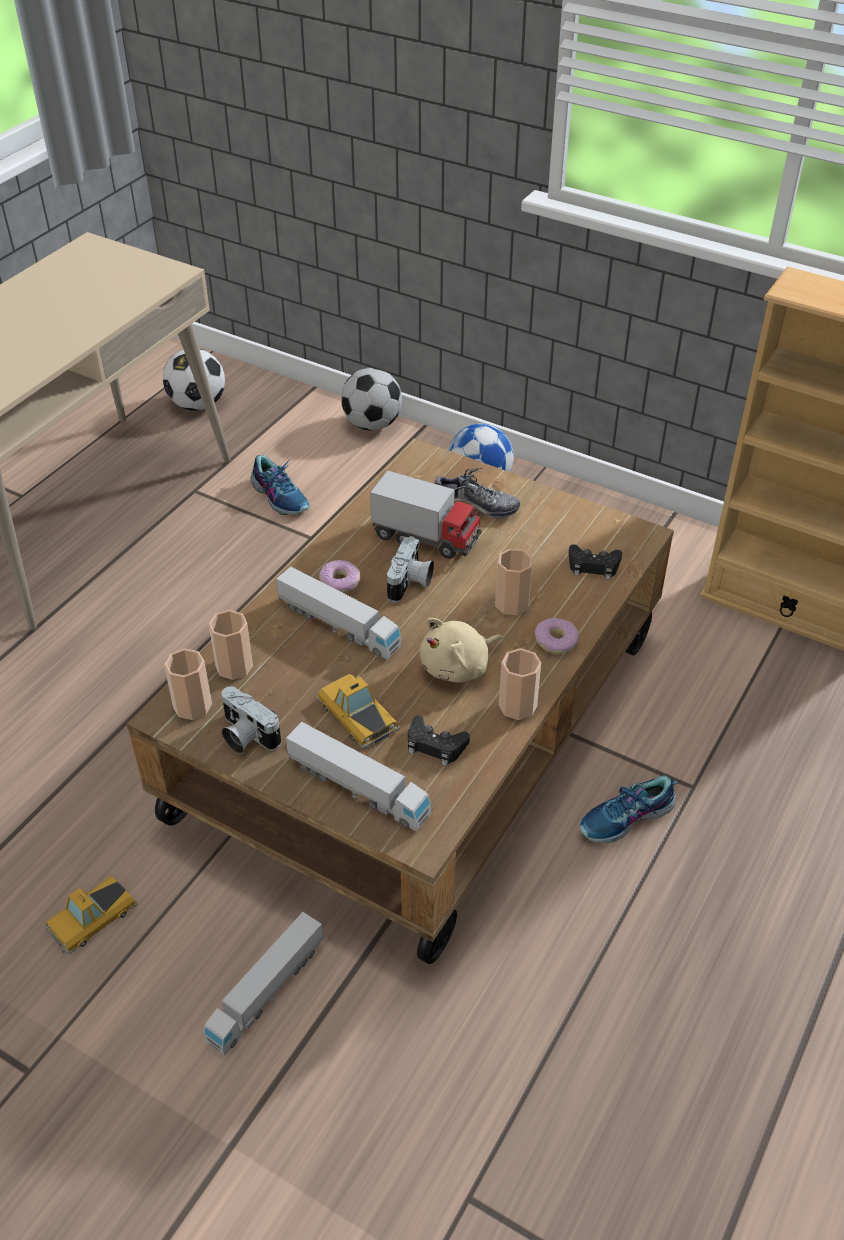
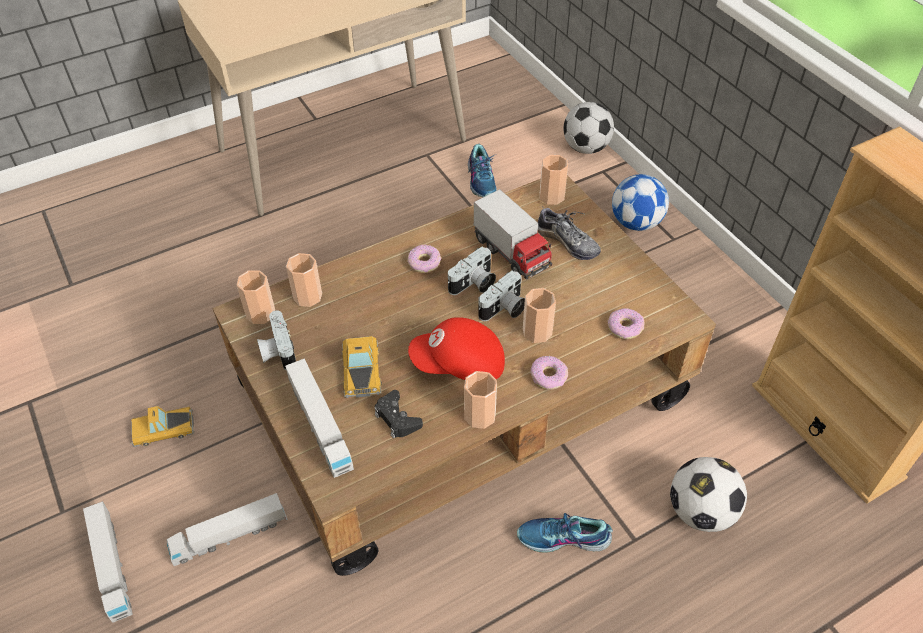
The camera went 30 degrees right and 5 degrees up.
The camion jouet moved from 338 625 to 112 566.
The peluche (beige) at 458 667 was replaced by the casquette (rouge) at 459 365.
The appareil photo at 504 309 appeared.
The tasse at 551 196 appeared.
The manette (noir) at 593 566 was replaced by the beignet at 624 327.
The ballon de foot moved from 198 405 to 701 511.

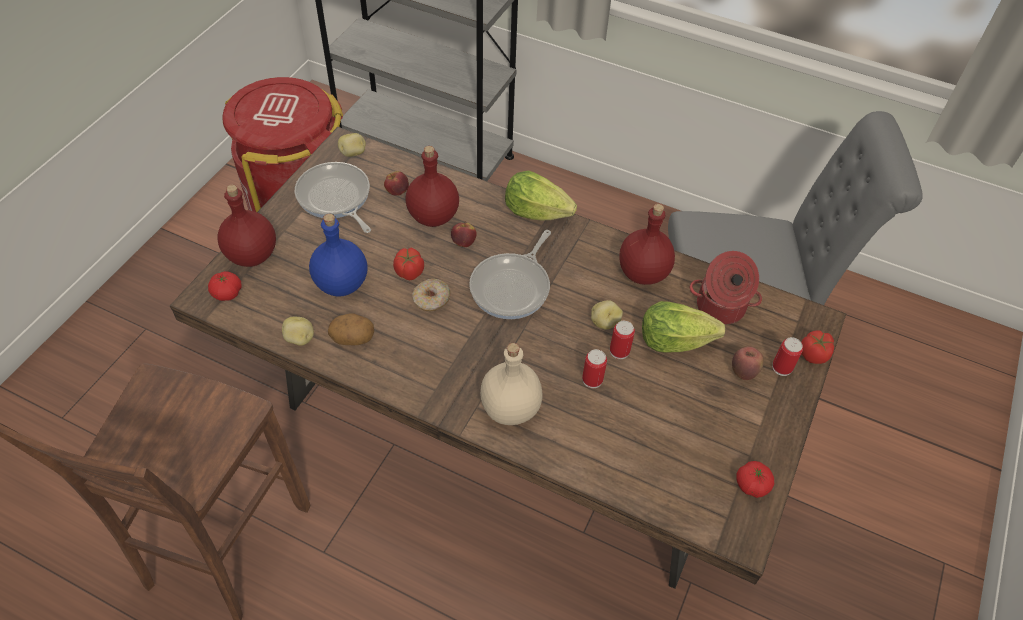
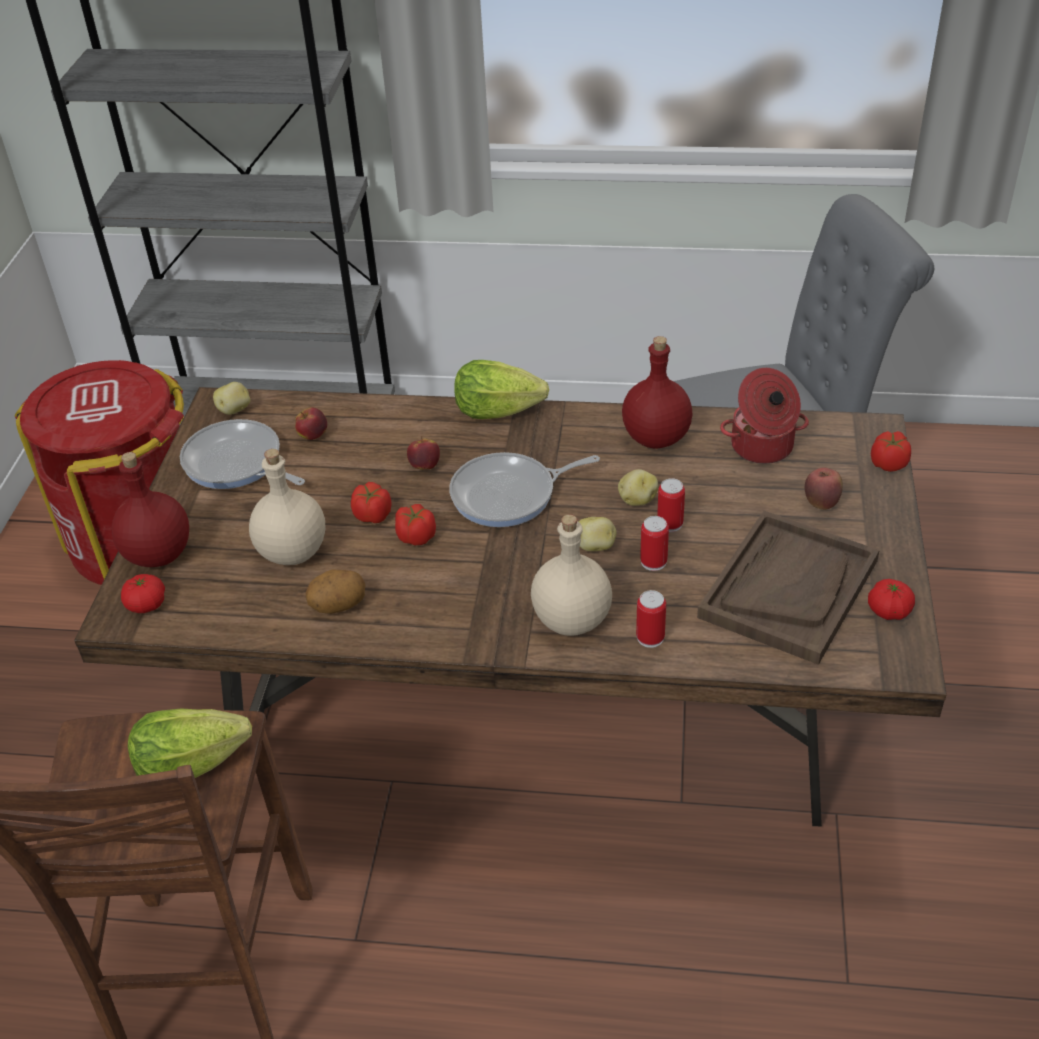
The camera went 15 degrees left and 10 degrees down.
The laitue moved from 673 340 to 190 764.
The bouteille (bleu) at 342 283 became the bouteille (beige) at 294 551.
The beignet at 431 300 was replaced by the tomate at 416 536.
The poêle at 513 287 turned 60 degrees clockwise.
The pomme de terre moved from 300 339 to 596 546.
The boîte métallique moved from 782 368 to 650 637.
The plateau (marron) at 788 588 appeared.
The bouteille (rouge) at 432 217 disappeared.

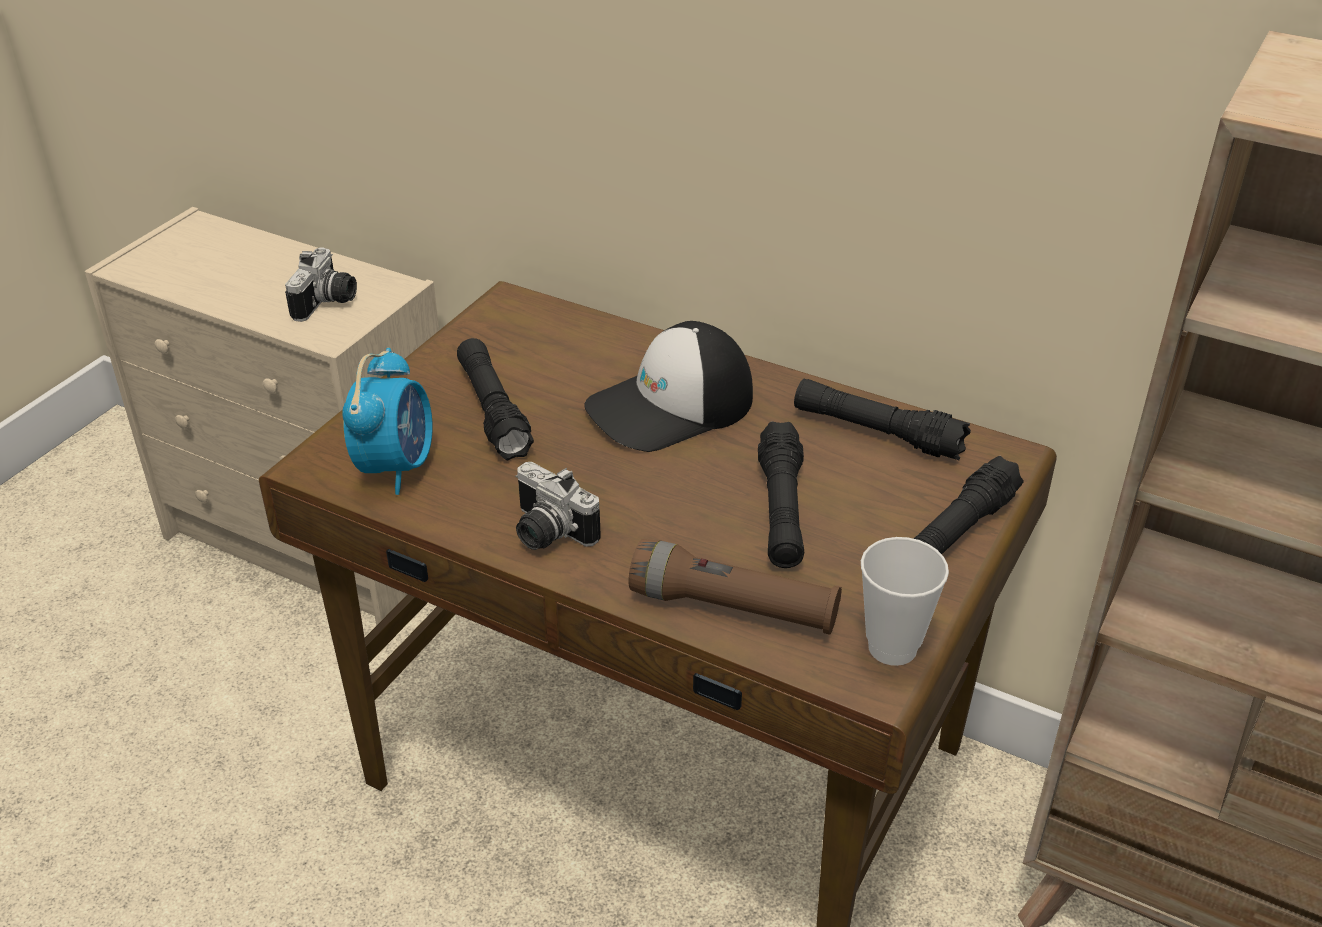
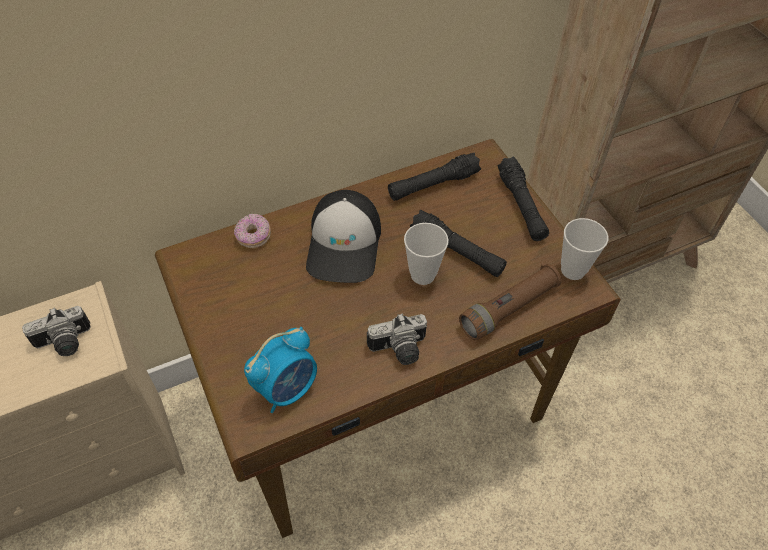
The camera went 55 degrees left and 15 degrees up.
The appareil photo at 328 303 turned 105 degrees clockwise.
The beignet at 253 236 appeared.
The réveil at 396 466 turned 90 degrees clockwise.
The tasse at 423 275 appeared.
The lampe de poche (noir) at 493 411 disappeared.

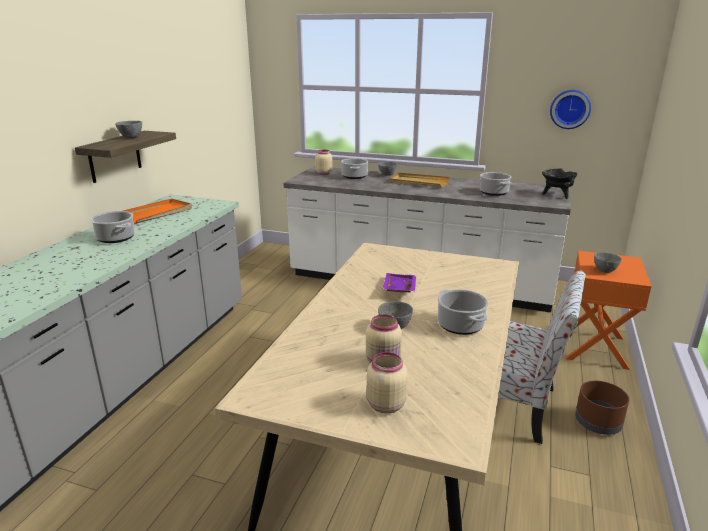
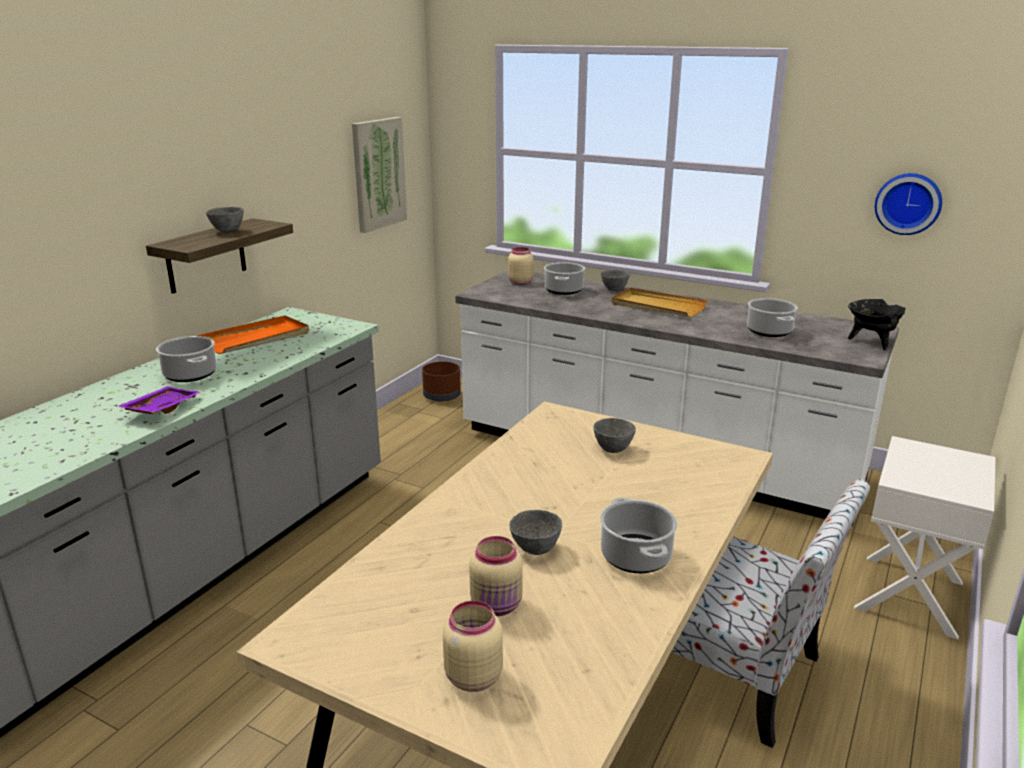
The camera went 10 degrees right and 0 degrees up.
The plateau (violet) moved from 398 289 to 161 409.
The tableau at 378 174 appeared.
The cache-pot (marron) moved from 597 422 to 442 396.
The bol (gris) moved from 604 270 to 612 449.
The table de chevet (orange) at 596 348 became the table de chevet (blanc) at 911 595.

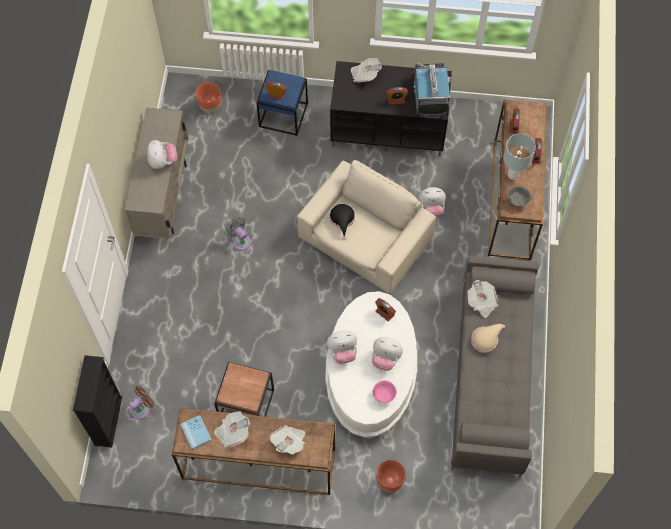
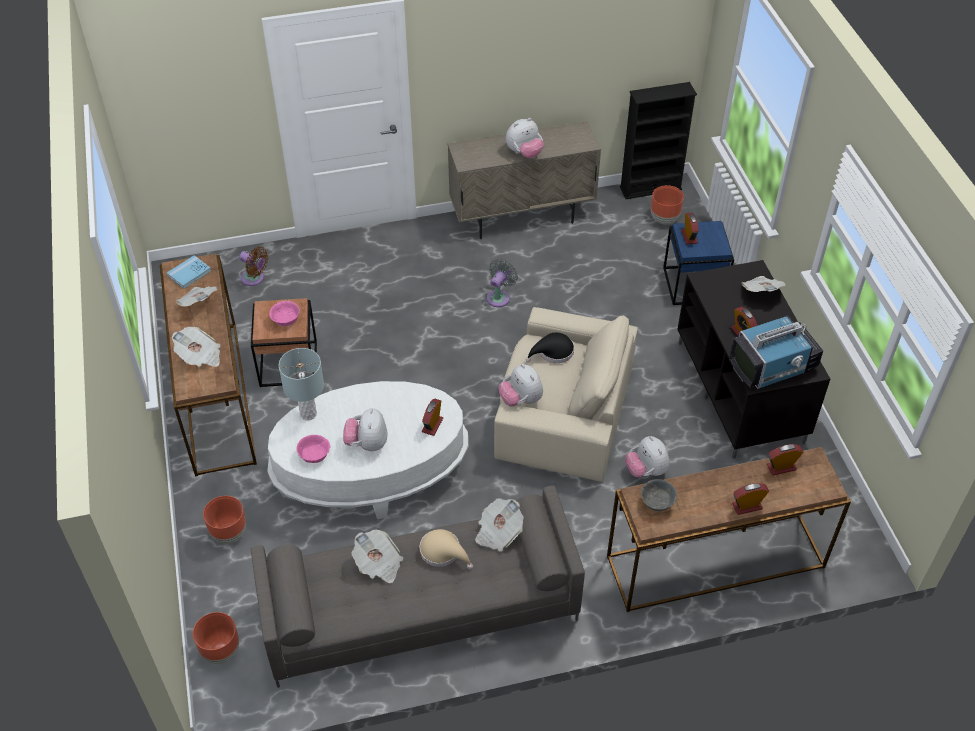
The camera went 70 degrees right and 15 degrees down.
The cache-pot (marron) at 220 651 appeared.
The bol (rose) at 286 320 appeared.
The lampe de table (gris) moved from 513 174 to 308 414.
The journal at 378 564 appeared.
The peluche moved from 342 352 to 521 400.
The bibliothèque (noir) moved from 108 420 to 650 188.

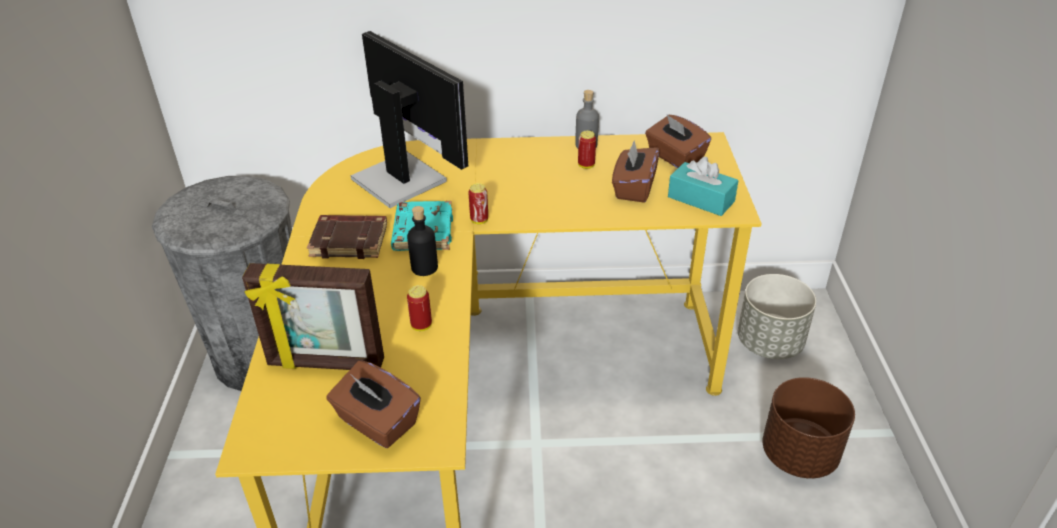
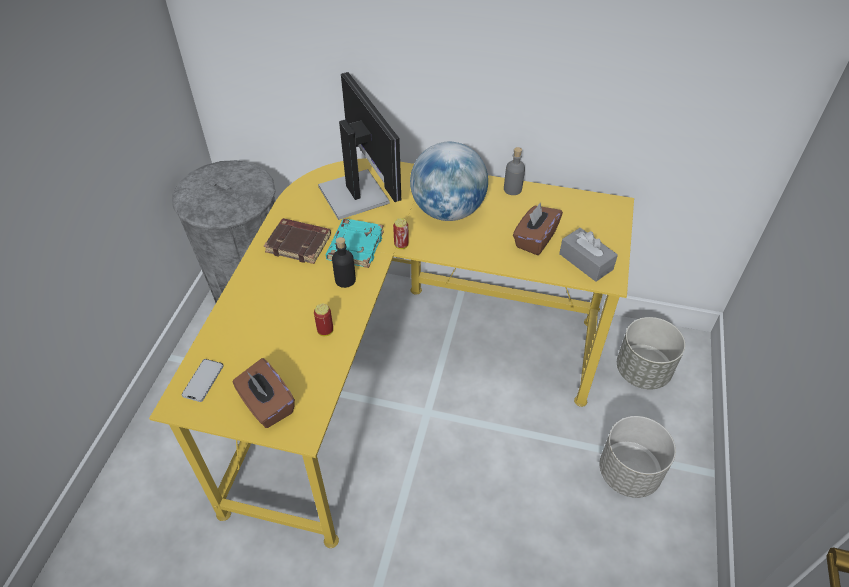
The camera went 15 degrees right and 10 degrees up.
The téléphone at 203 380 appeared.
The globe at 448 211 appeared.
The boîte à mouchoirs (turquoise) at 701 199 became the boîte à mouchoirs (gris) at 586 261.
The cache-pot (marron) at 798 454 became the cache-pot (gris) at 628 472.
The cadre photo at 325 364 disappeared.
The boîte métallique at 586 165 disappeared.
The boîte à mouchoirs (marron) at 675 157 disappeared.

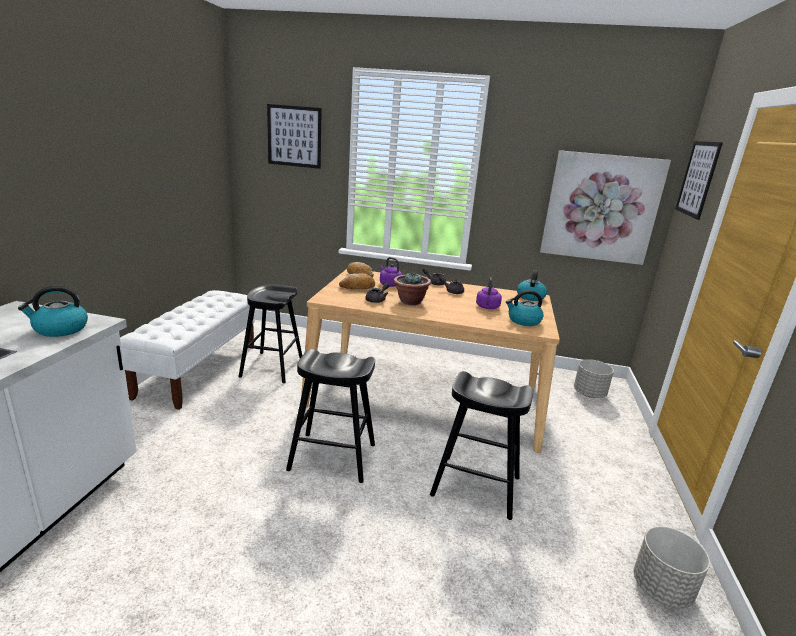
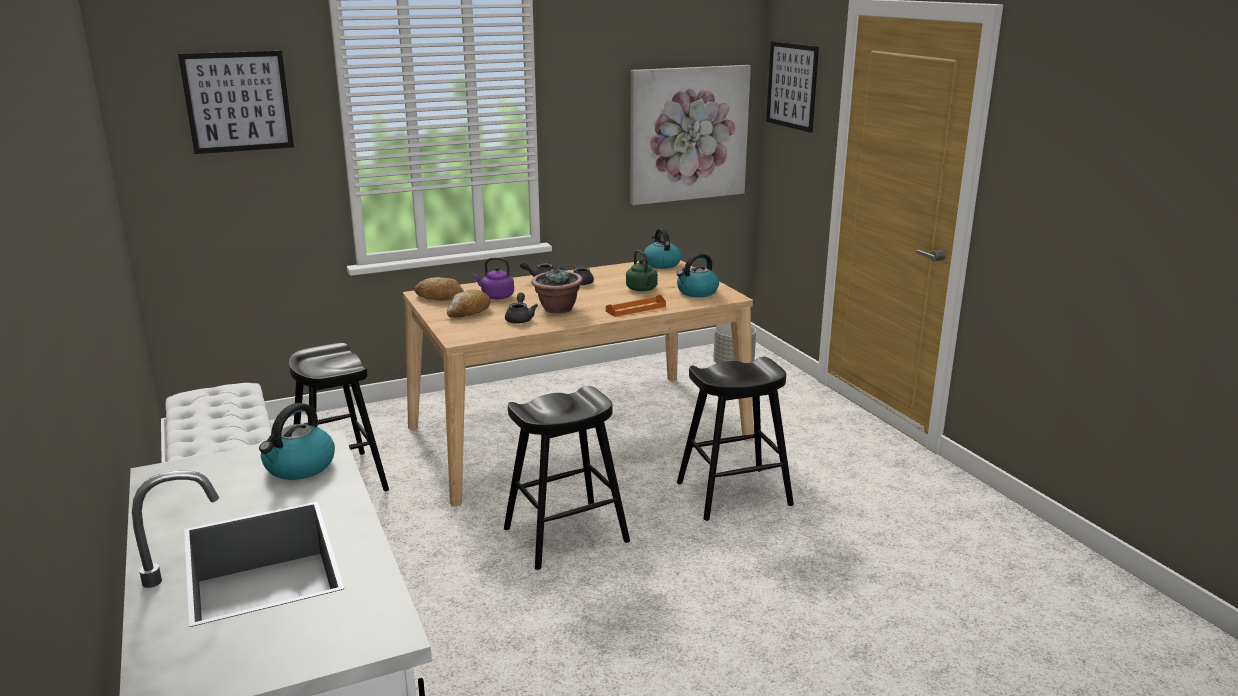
The camera went 35 degrees left and 0 degrees up.
The plateau (orange) at 636 309 appeared.
The bouilloire (violet) at 487 307 became the bouilloire (vert) at 642 289.
The cache-pot (gris) at 662 589 disappeared.

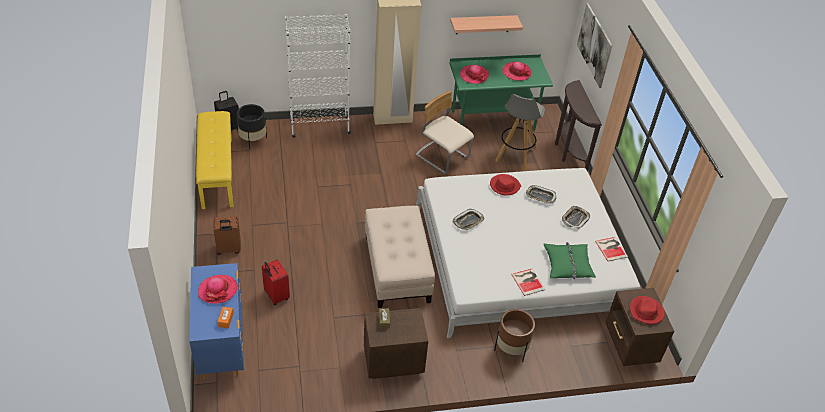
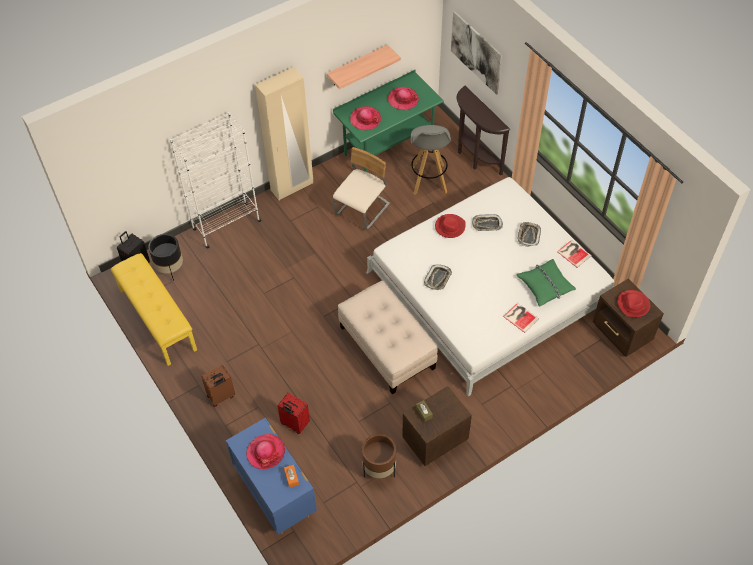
The camera went 20 degrees left and 10 degrees up.
The chaise (beige) at 442 157 turned 105 degrees clockwise.
The cache-pot (marron) moved from 511 349 to 379 469.

